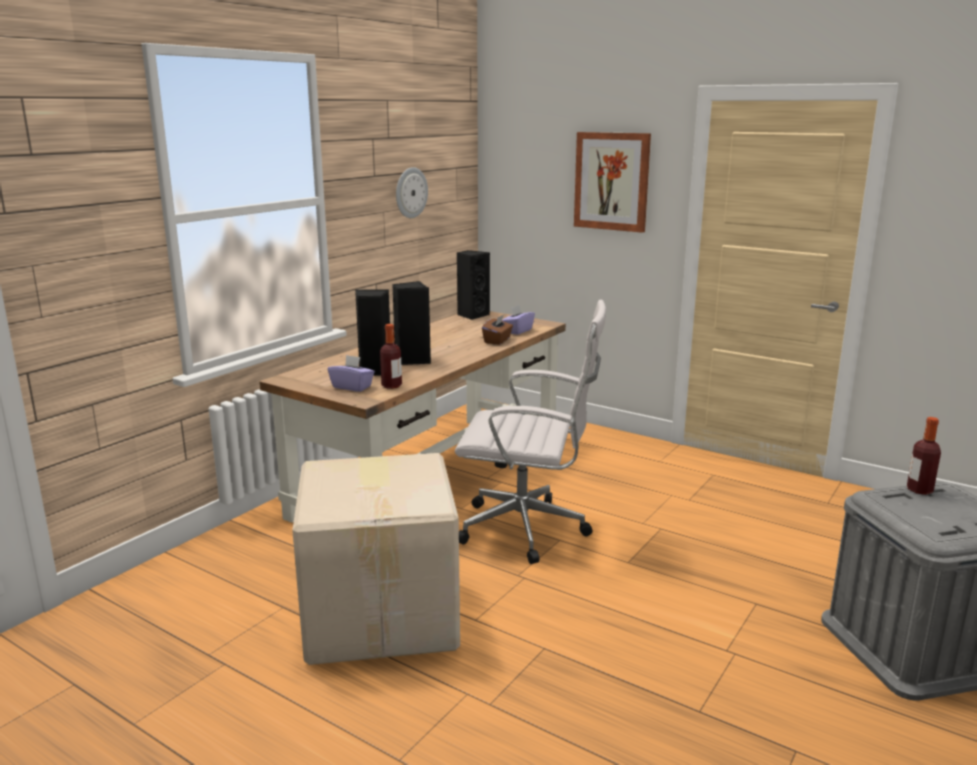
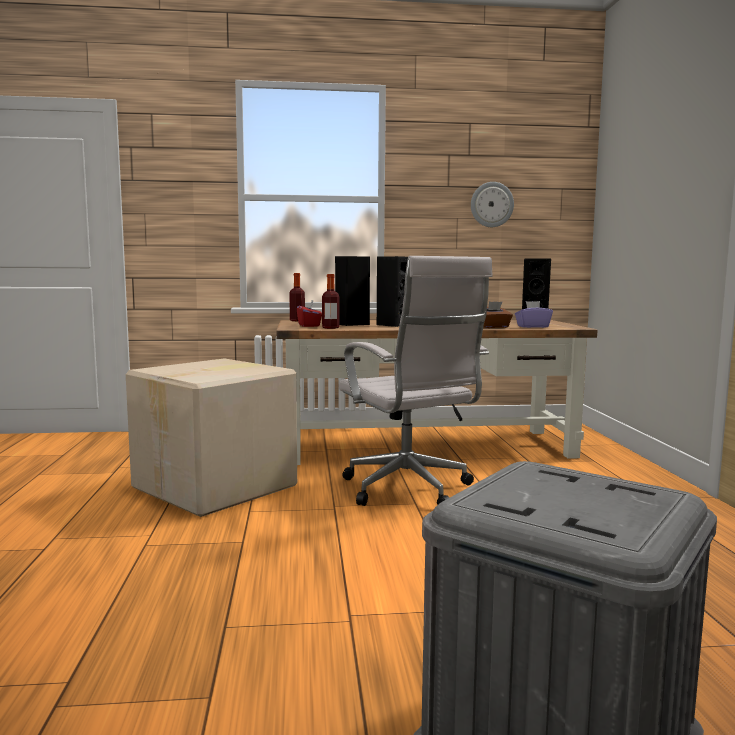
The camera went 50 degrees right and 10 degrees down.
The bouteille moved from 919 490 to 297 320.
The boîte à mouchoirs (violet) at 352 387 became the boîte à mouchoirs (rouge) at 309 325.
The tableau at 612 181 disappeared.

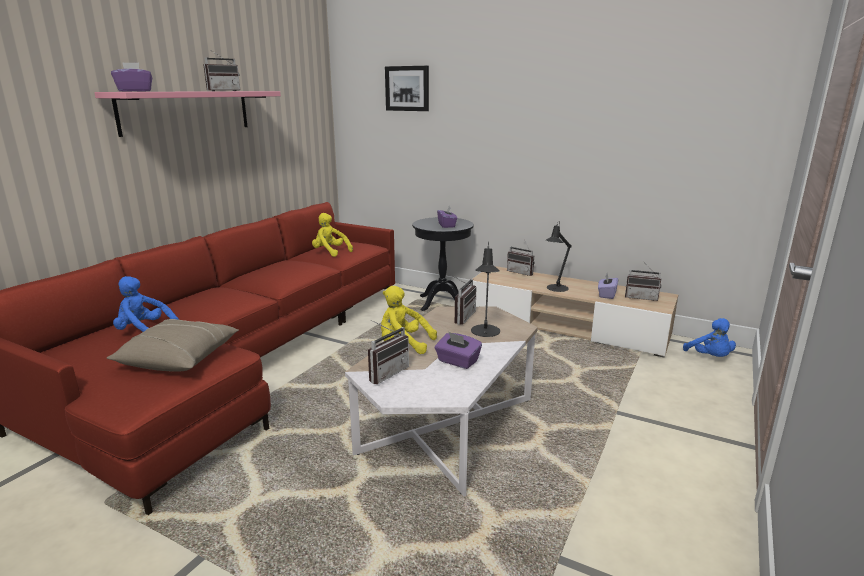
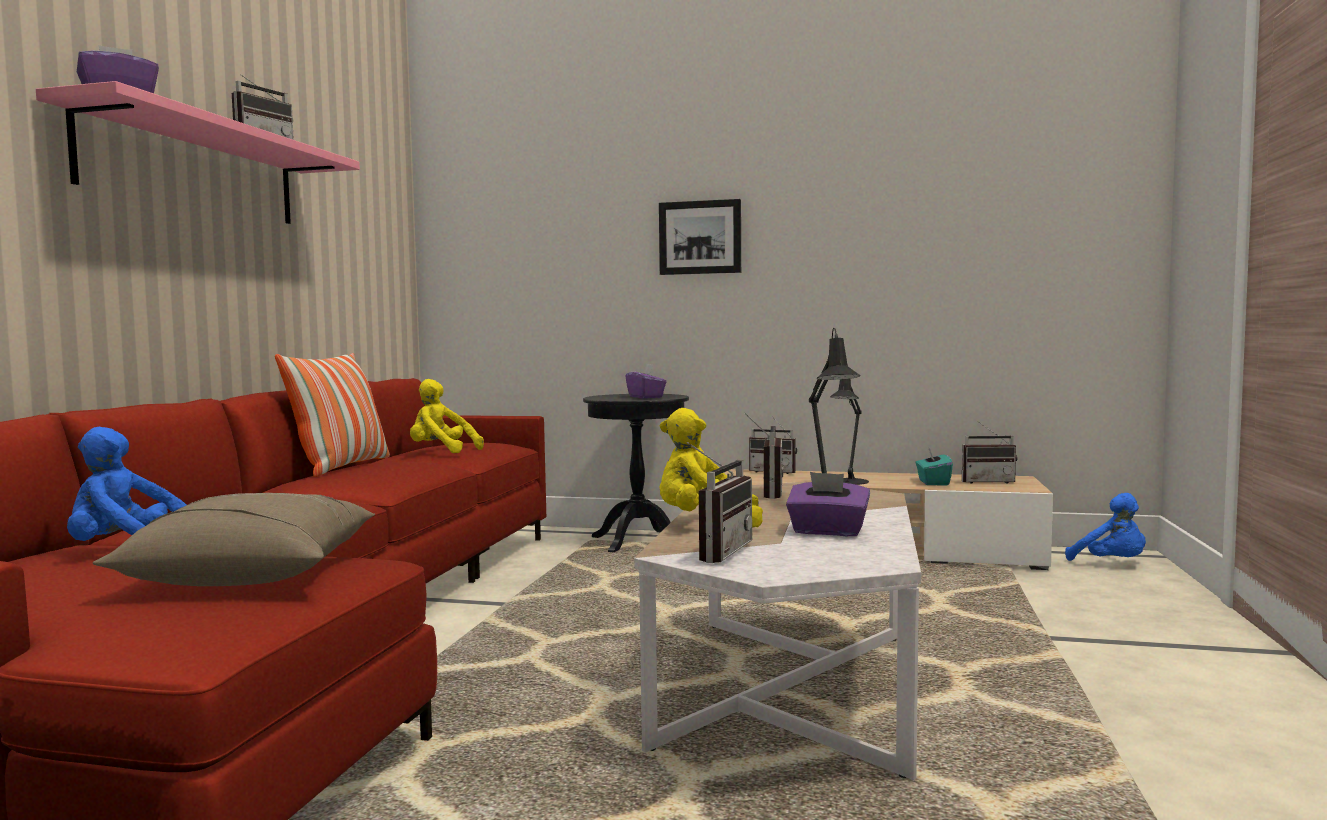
The camera went 15 degrees left and 15 degrees down.
The coussin at 341 467 appeared.
The tableau moved from 407 88 to 700 237.
The boîte à mouchoirs (violet) at 606 294 became the boîte à mouchoirs (turquoise) at 933 482.

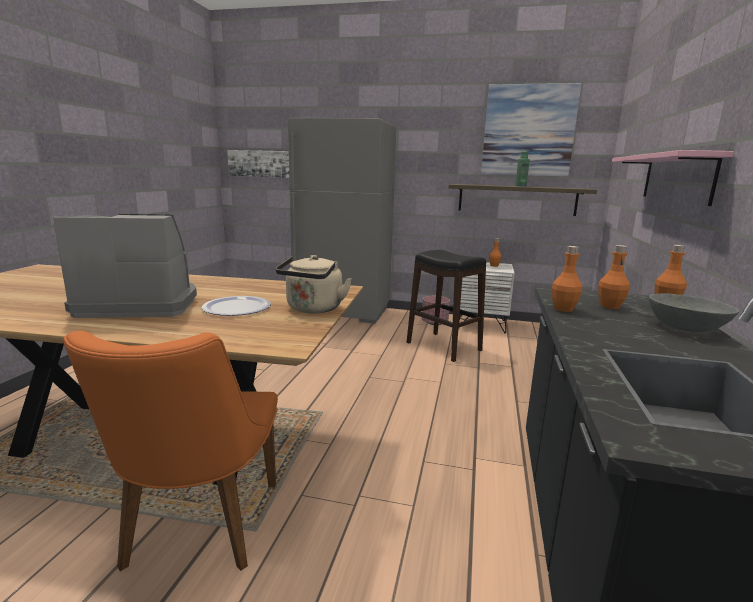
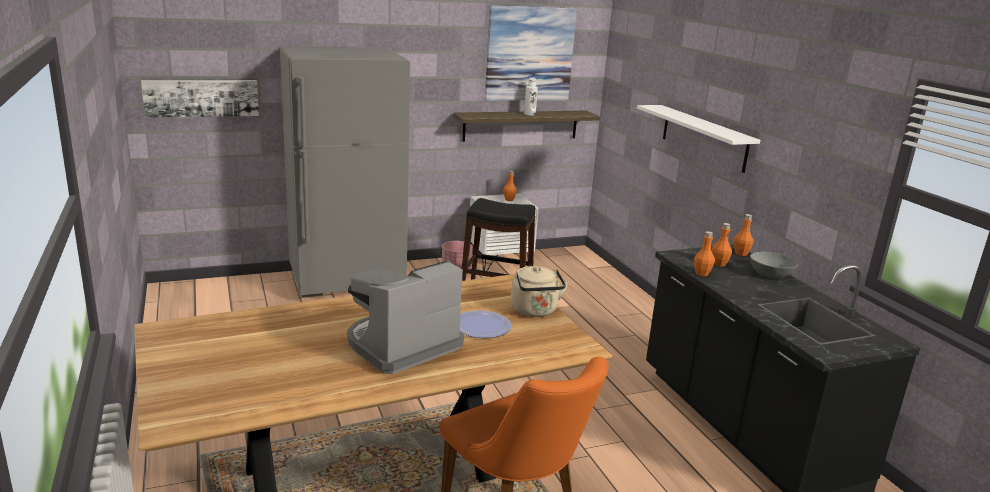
The camera went 35 degrees left and 5 degrees up.
The bouteille (vert) at 520 186 became the bouteille (blanc) at 529 114.
The étagère (rose) at 676 178 became the étagère (blanc) at 703 137.

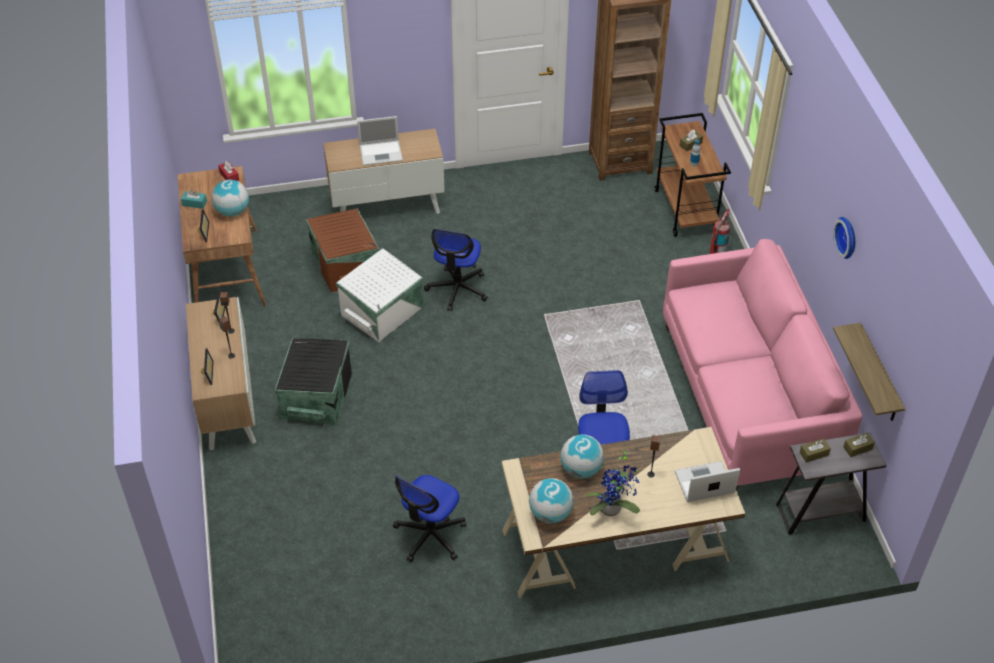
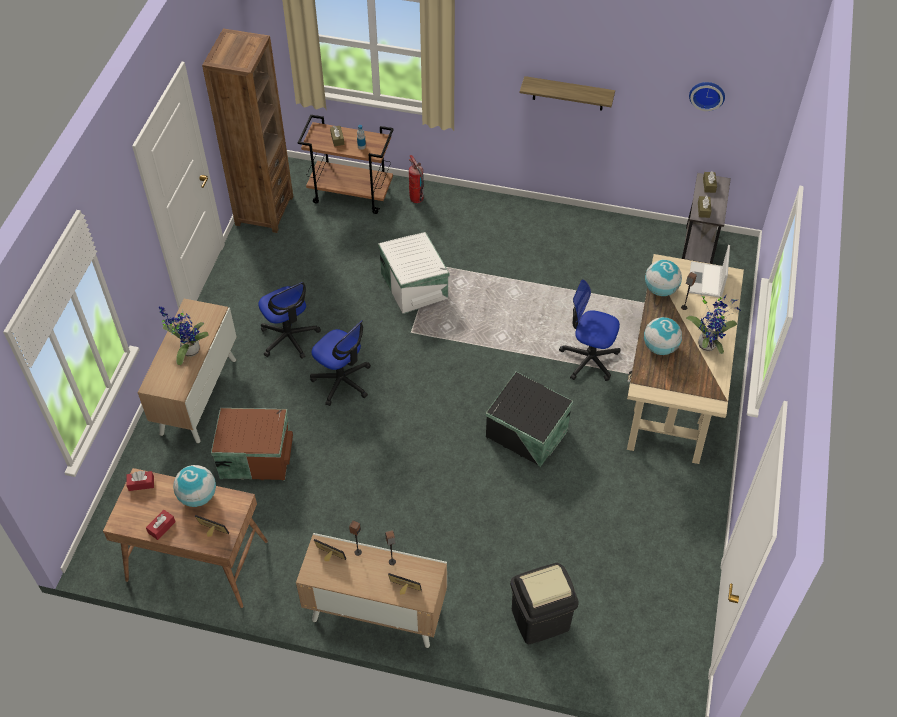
The camera went 65 degrees left and 5 degrees up.
The boîte à mouchoirs (turquoise) at 194 203 became the boîte à mouchoirs (rouge) at 161 527.
The ordinateur portable at 382 153 was replaced by the plante en pot at 188 350.
The chaise de bureau moved from 430 535 to 289 338.
The boîte de rangement (blanc) moved from 383 312 to 415 285.
The boîte de rangement (noir) moved from 315 397 to 527 434.
The poubelle (noir) at 540 620 appeared.
The étagère moved from 879 375 to 568 93.
The globe moved from 550 513 to 660 289.
The horloge murale moved from 848 237 to 707 94.
The canapé (rose) at 748 397 disappeared.

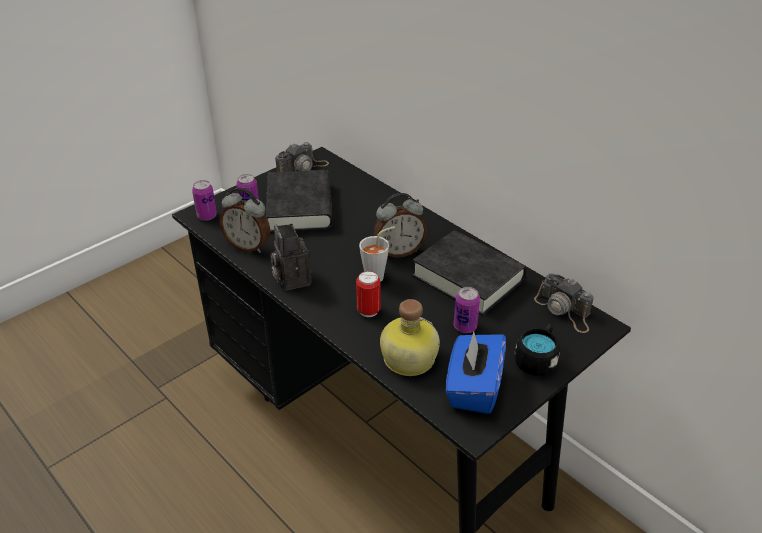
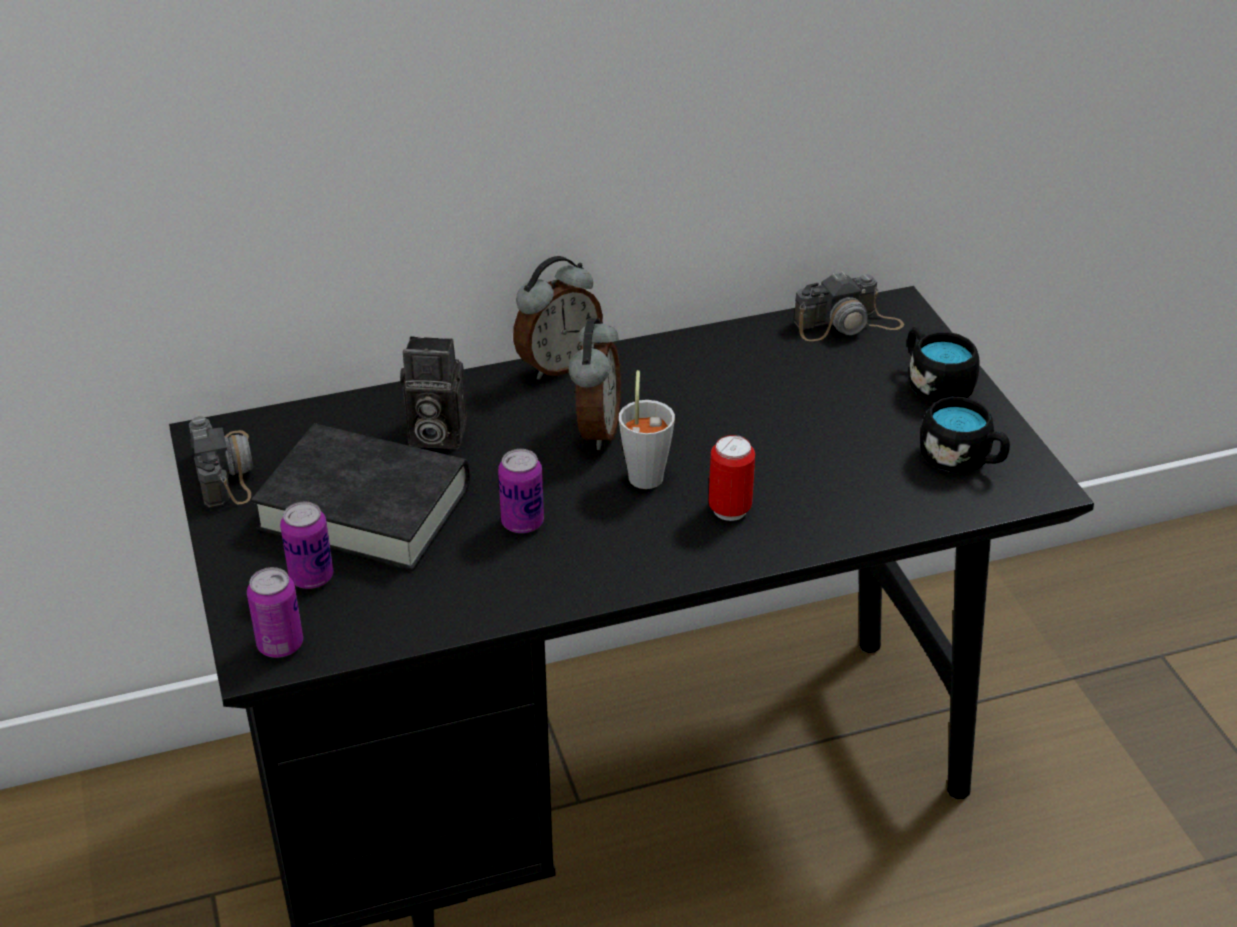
The camera went 65 degrees left and 0 degrees up.
The appareil photo moved from 291 278 to 433 435.
The boîte métallique moved from 465 326 to 522 522.
The réveil moved from 248 246 to 557 365.
The boîte à mouchoirs (bleu) at 473 388 was replaced by the mug (noir) at 962 460.
The bouteille at 407 359 disappeared.
The livre (noir) at 468 278 disappeared.

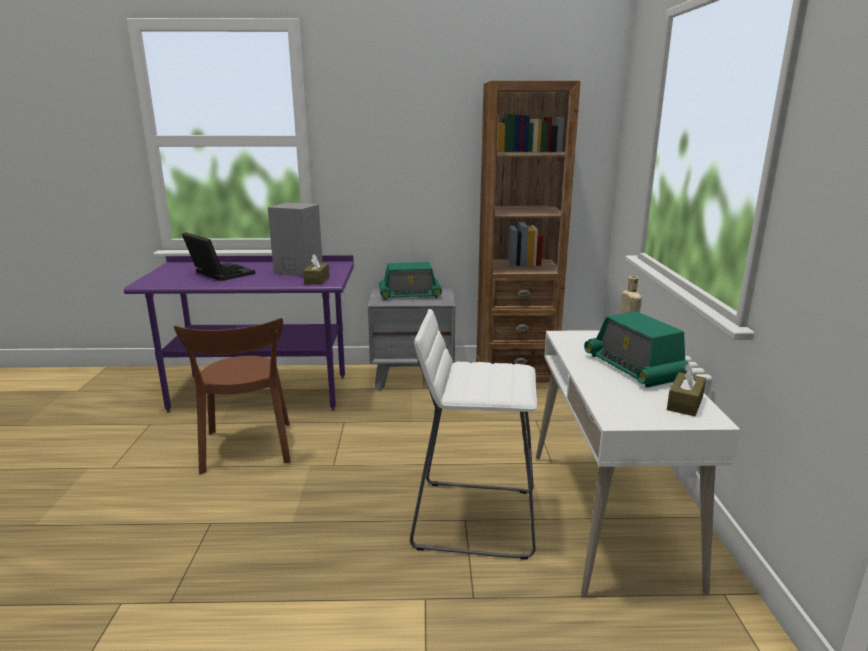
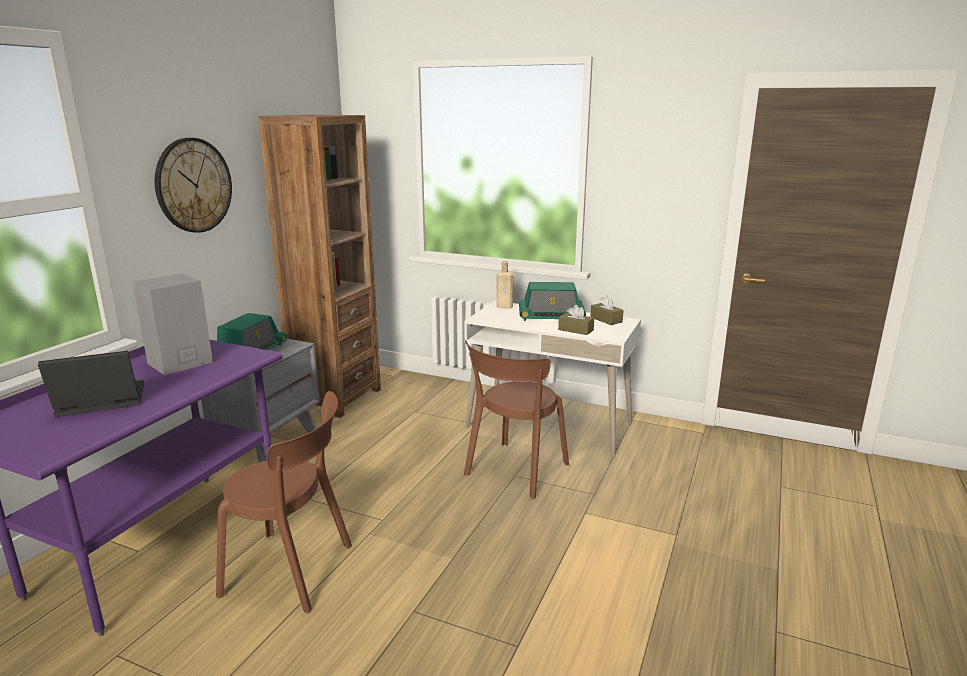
The camera went 65 degrees left and 0 degrees up.
The horloge murale at 193 185 appeared.
The tabouret (blanc) at 473 517 was replaced by the chaise (marron) at 514 471.
The boîte à mouchoirs (marron) moved from 317 280 to 575 330.

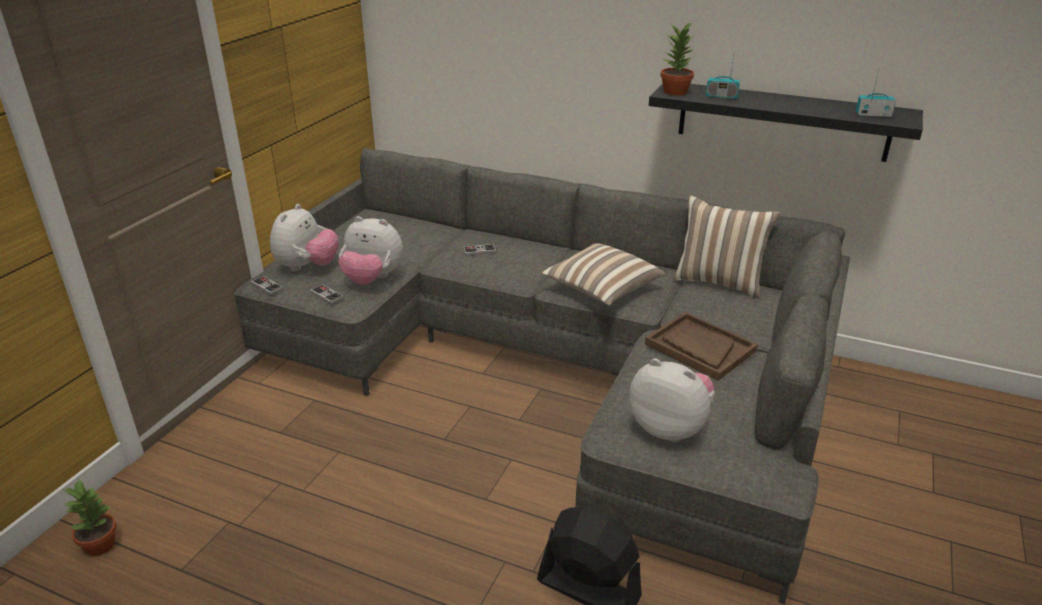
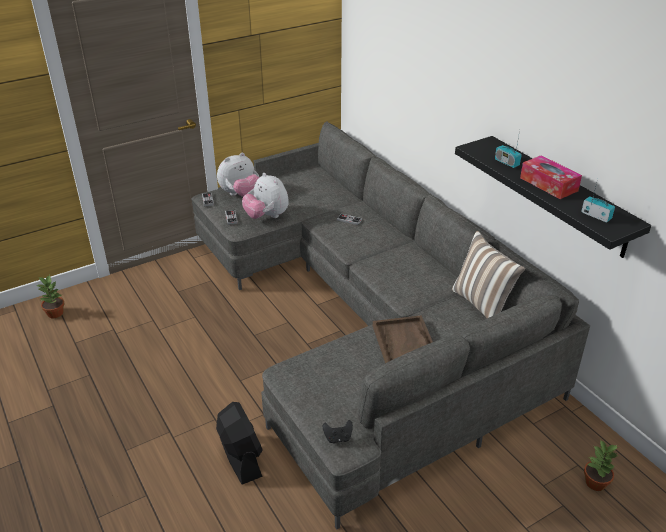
The camera went 35 degrees right and 5 degrees up.
The manette (noir) at 338 438 appeared.
The boîte à mouchoirs at 548 184 appeared.
The plante en pot moved from 676 92 to 595 483.
The coussin at 601 289 disappeared.
The peluche at 669 427 disappeared.

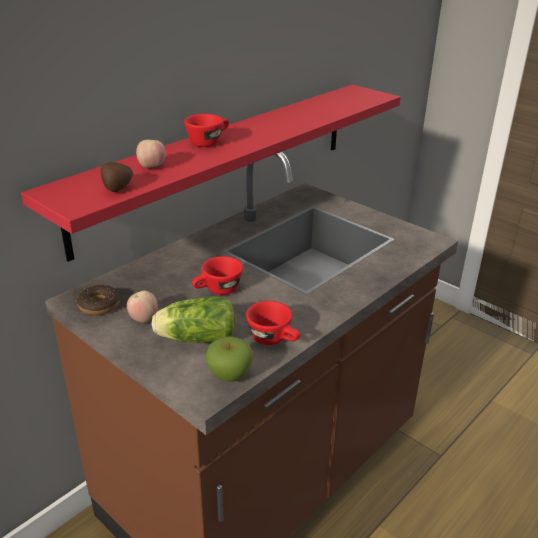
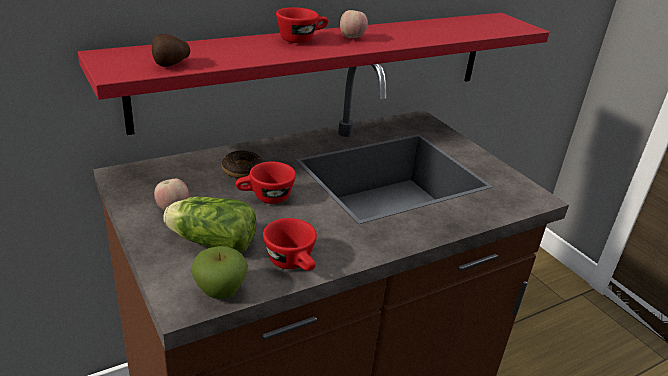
The camera went 15 degrees right and 0 degrees up.
The beignet moved from 99 305 to 242 170.
The pomme moved from 152 167 to 352 38.

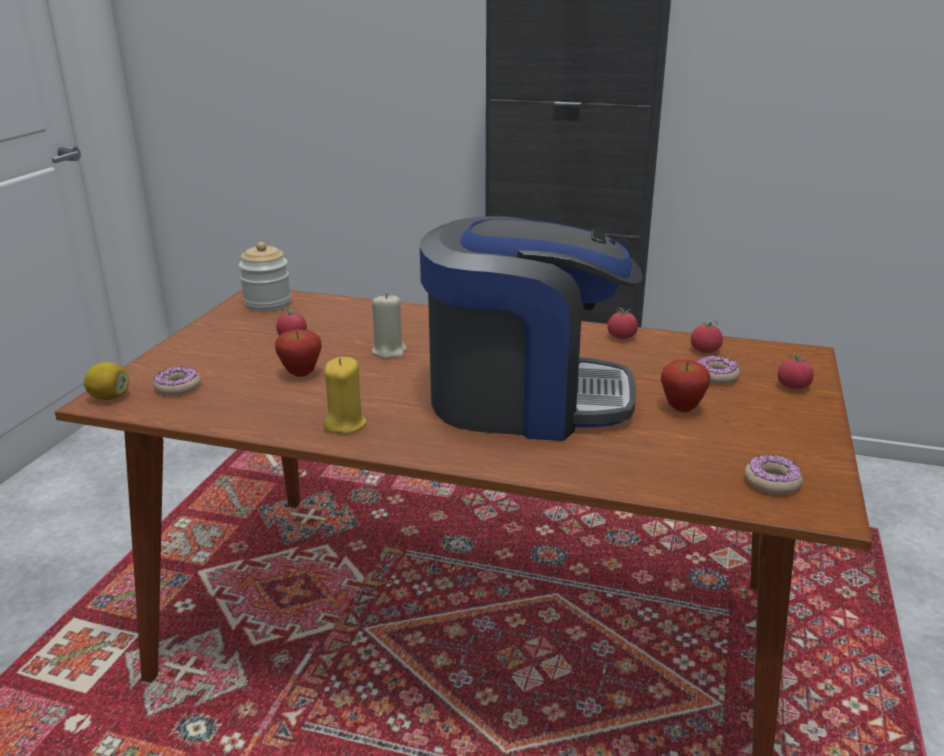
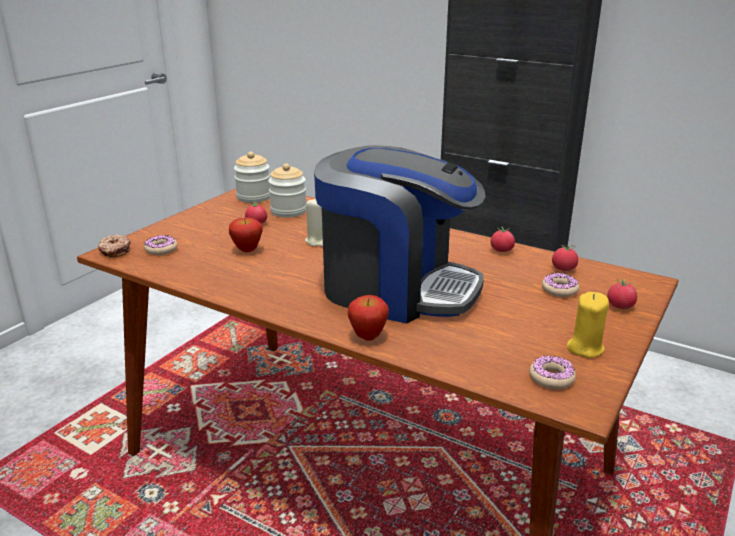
The camera went 15 degrees right and 0 degrees up.
The citron at 109 397 was replaced by the beignet at 114 251.
The bocal at 288 211 appeared.
The pomme moved from 681 409 to 368 337.
The bougie (jaune) moved from 345 424 to 585 348.

